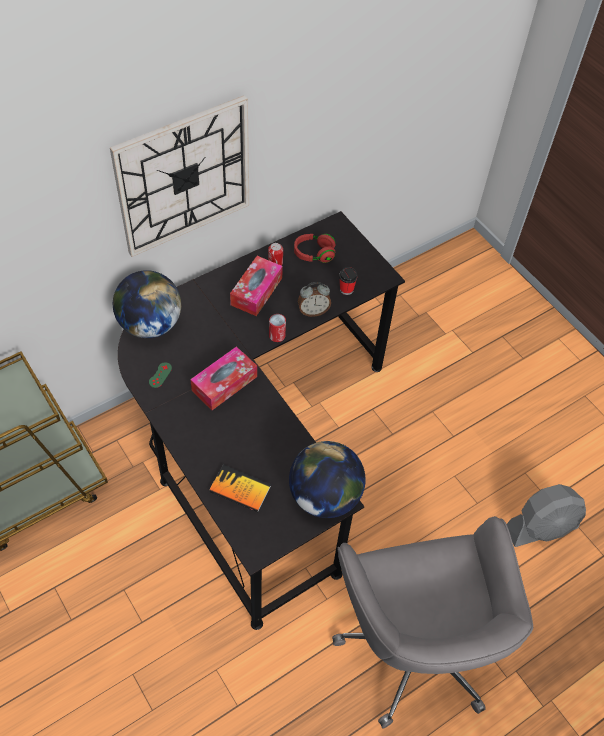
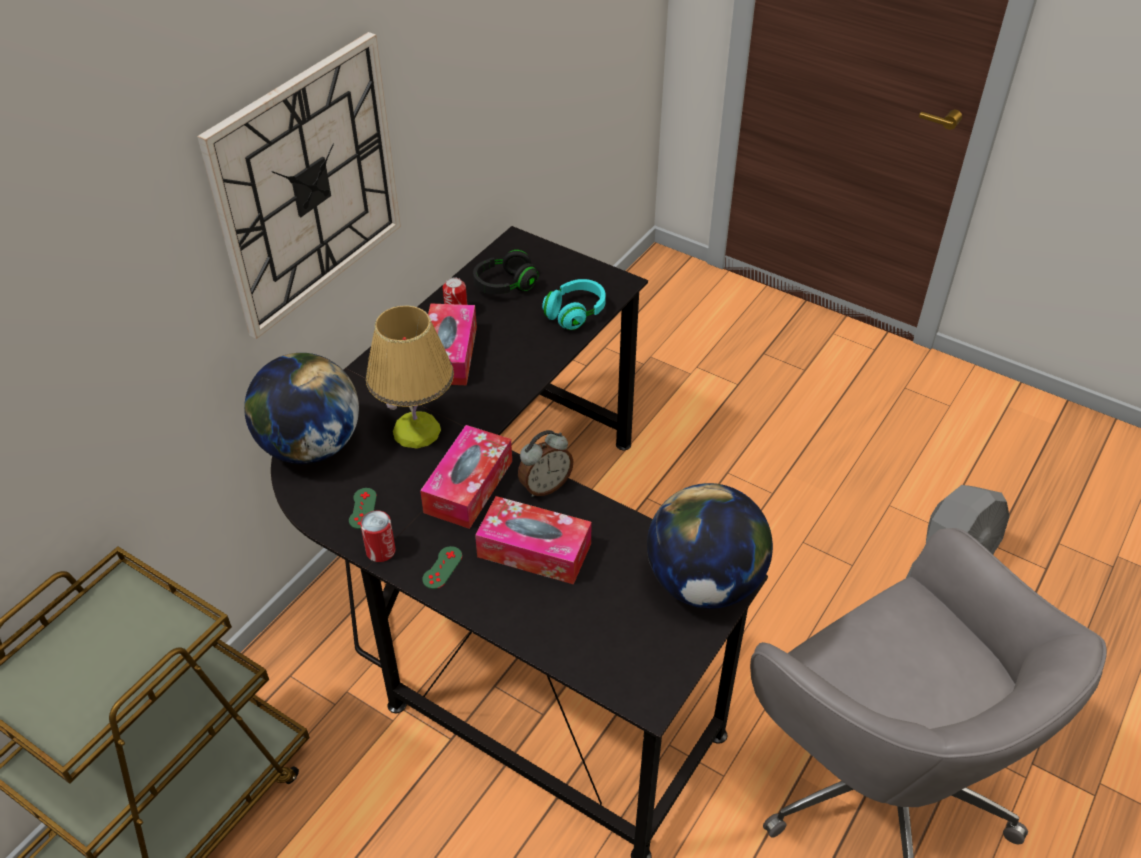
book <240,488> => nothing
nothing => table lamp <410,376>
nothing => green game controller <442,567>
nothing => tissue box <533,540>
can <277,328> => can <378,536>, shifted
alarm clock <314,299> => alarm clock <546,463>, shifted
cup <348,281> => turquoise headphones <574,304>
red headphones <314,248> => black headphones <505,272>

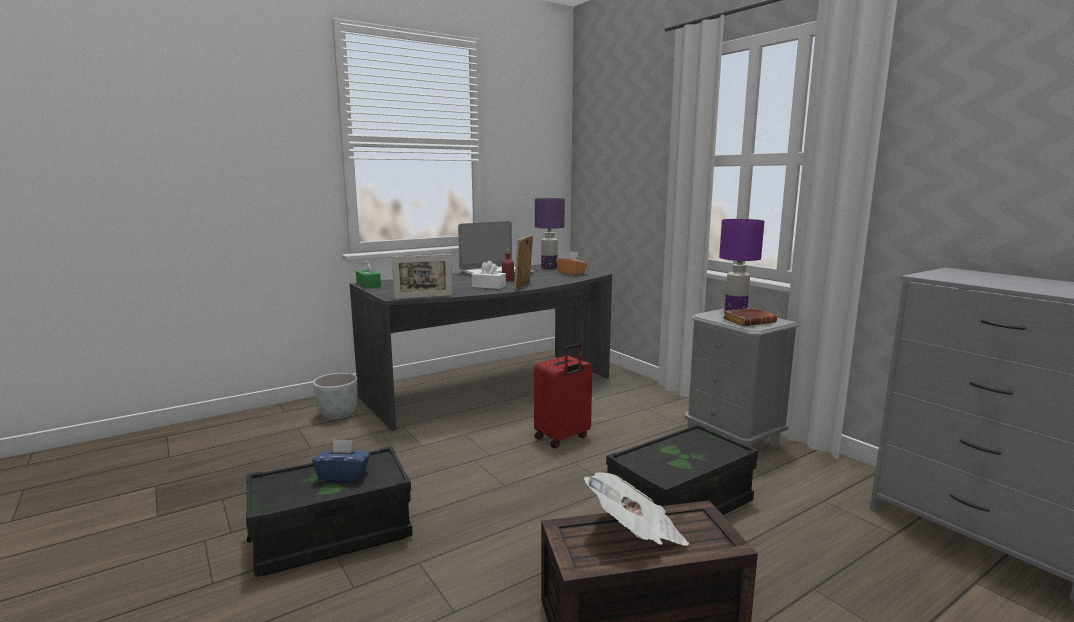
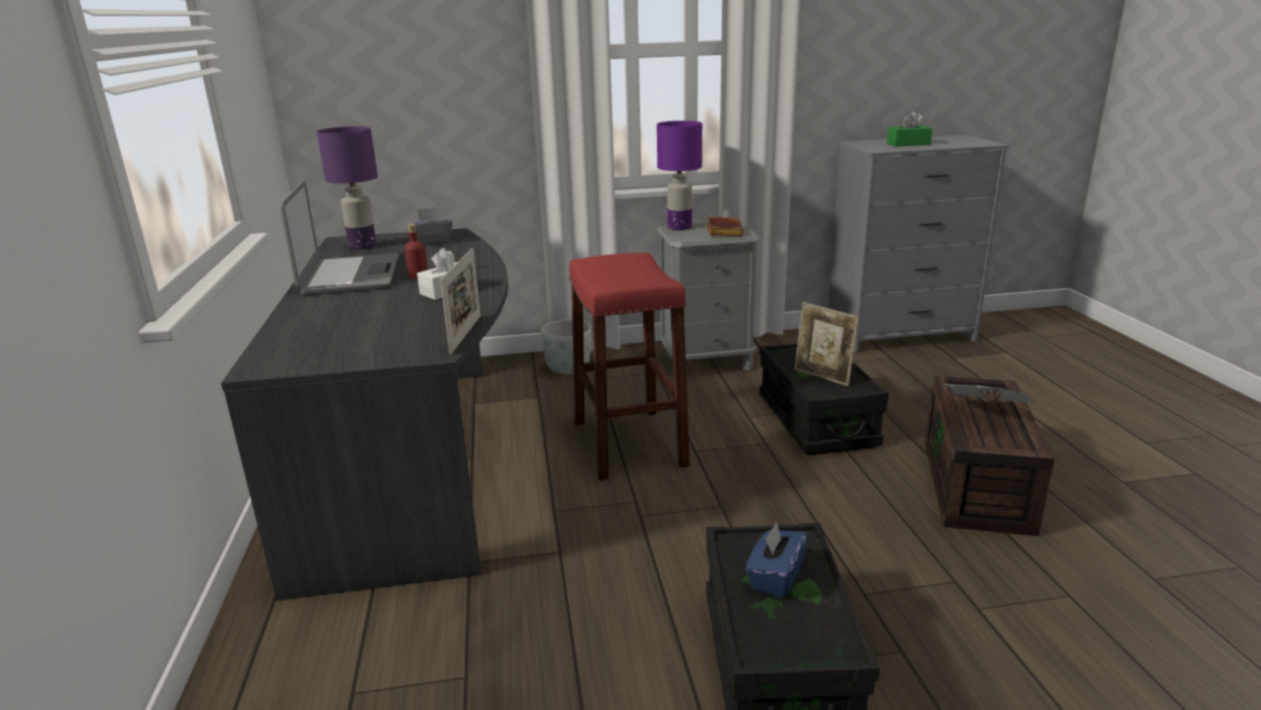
grey planter <335,396> => grey planter <566,346>, shifted
green tissue box <368,274> => green tissue box <910,129>, shifted
picture frame <523,262> => picture frame <826,344>, shifted
red suitcase <563,396> => red stool <629,366>
orange tissue box <571,263> => grey tissue box <429,226>

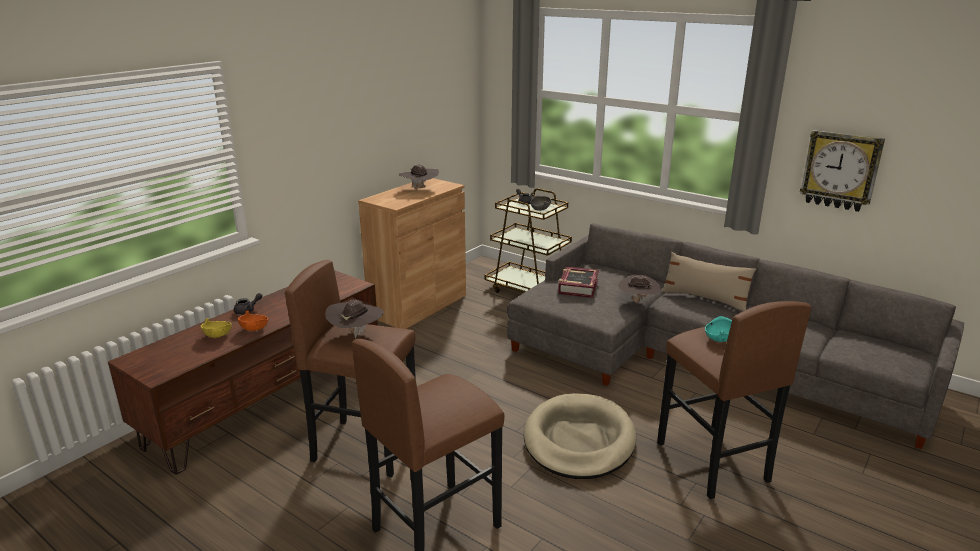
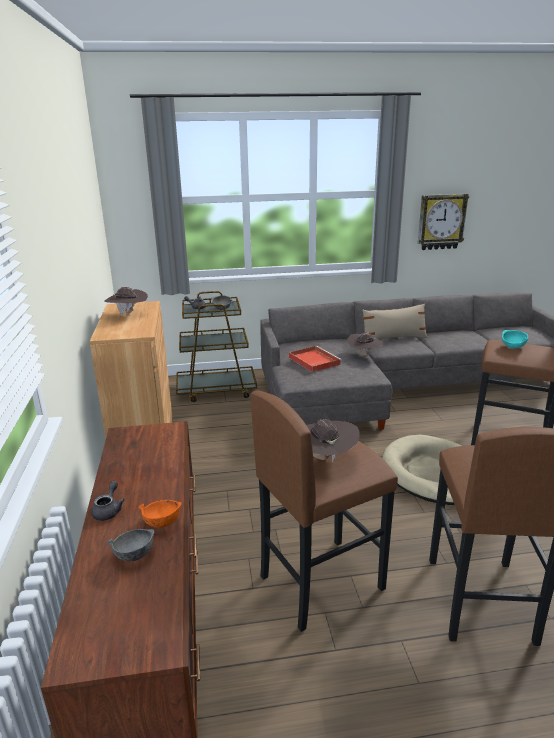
book <578,282> => red tray <315,359>
yellow bowl <216,328> => grey bowl <130,545>

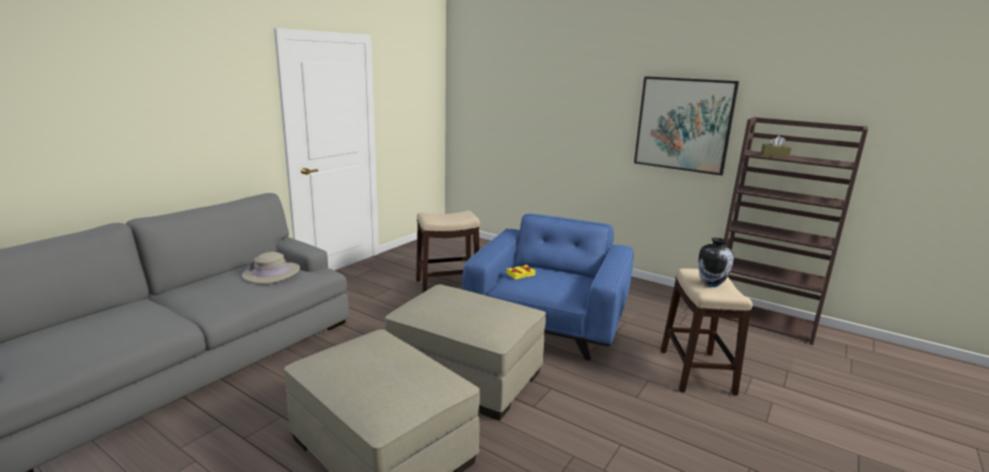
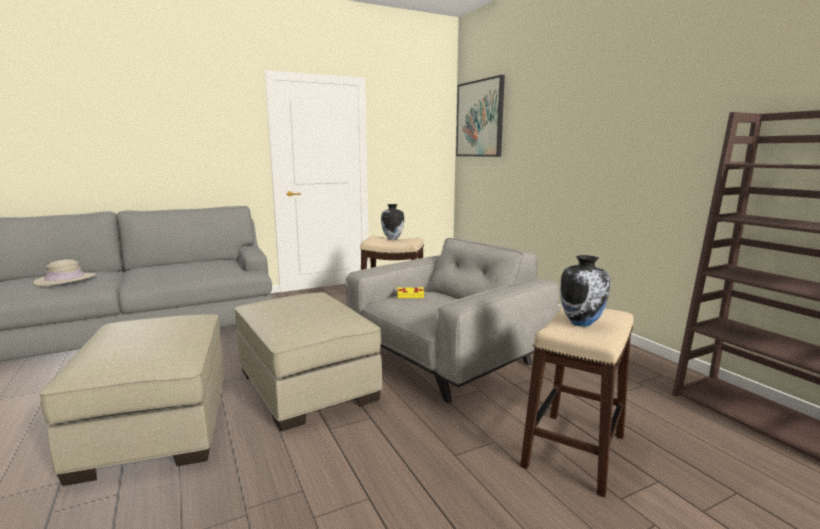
brown tissue box <776,147> => nothing
nothing => vase <392,222>
beige hat <271,268> => beige hat <64,273>, shifted
picture <686,126> => picture <480,116>, shifted
blue armchair <548,287> => grey armchair <452,320>

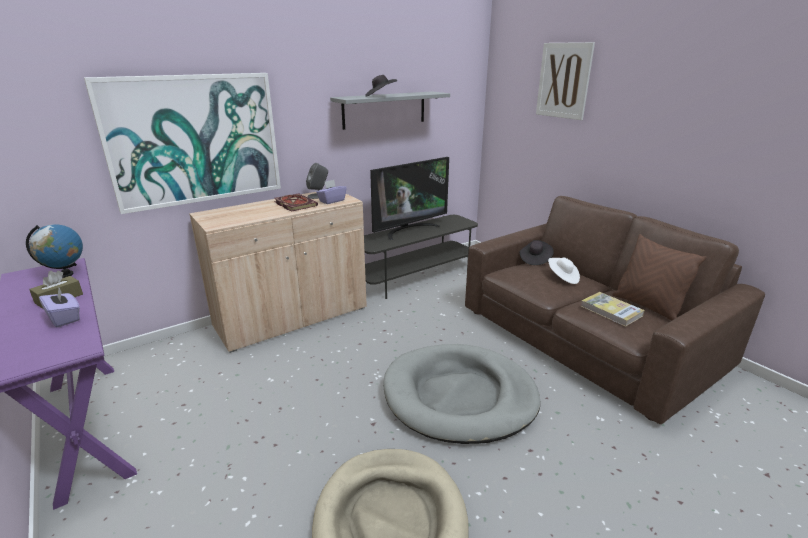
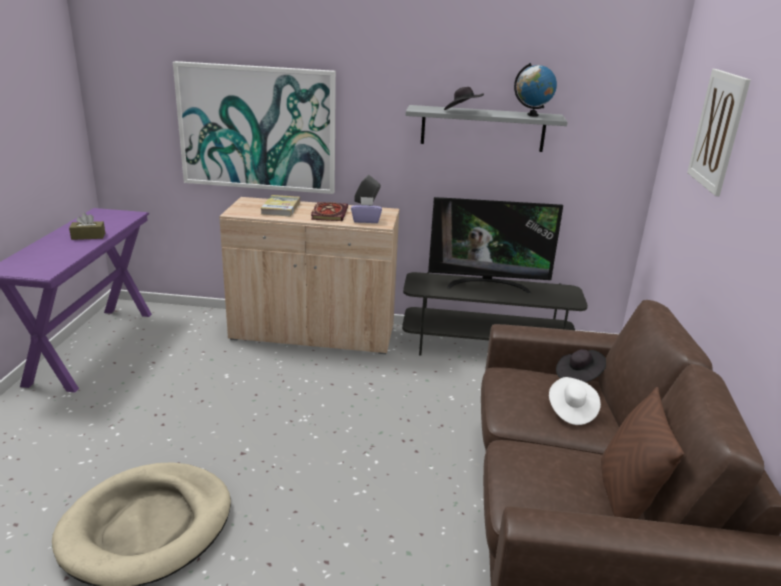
purple tissue box <59,307> => nothing
grey dog bed <461,394> => nothing
globe <54,251> => globe <535,90>, shifted
book <612,309> => book <280,205>, shifted

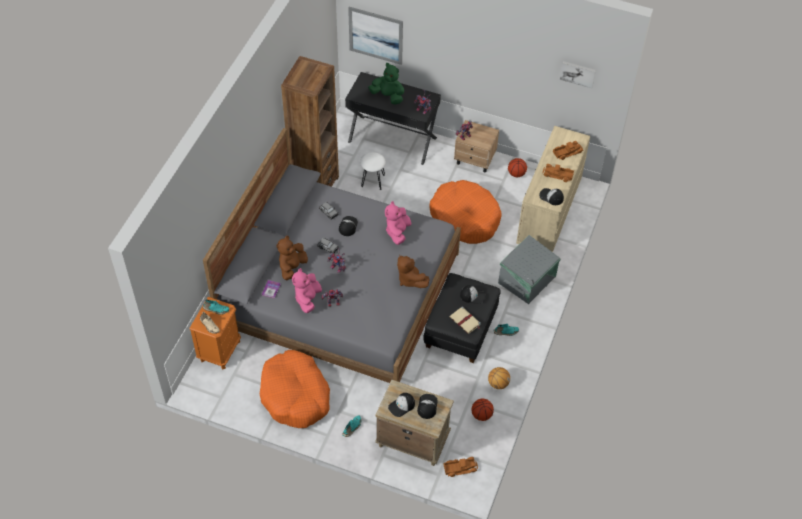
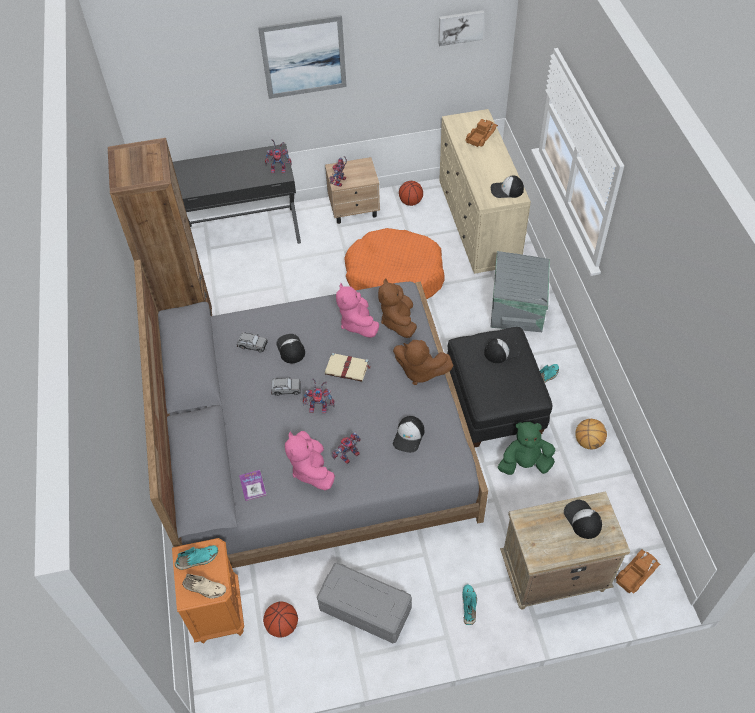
white stool <373,171> => nothing
toy truck <558,173> => nothing
brown plush toy <292,257> => brown plush toy <397,308>, shifted
picture <375,36> => picture <302,57>, shifted
green plush toy <386,83> => green plush toy <526,448>, shifted
cap <401,405> => cap <408,434>, shifted
beige book <465,320> => beige book <347,367>, shifted
basketball <483,410> => basketball <280,619>, shifted
orange dog bed <295,389> => grey storage box <364,603>

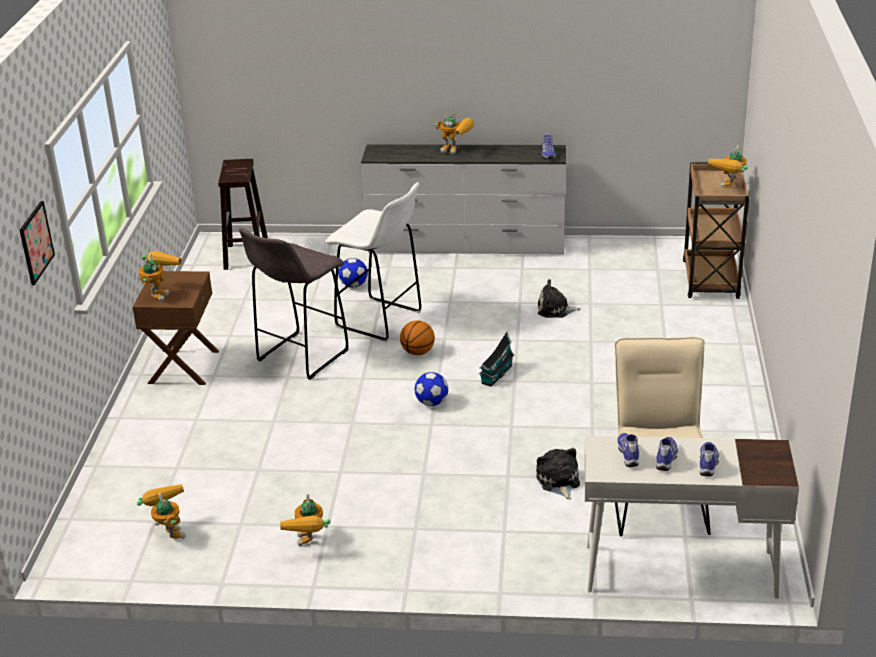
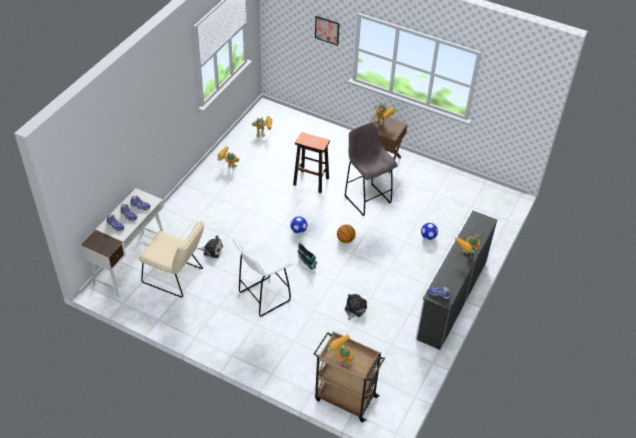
brown stool <243,214> => brown stool <311,162>, shifted
white stool <373,262> => white stool <262,278>, shifted

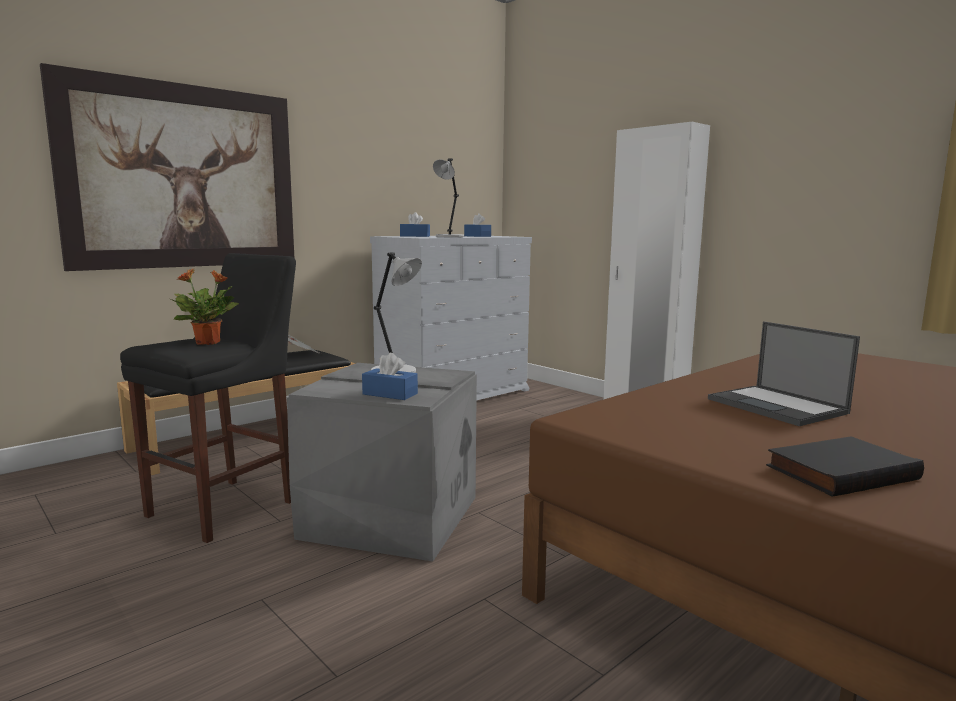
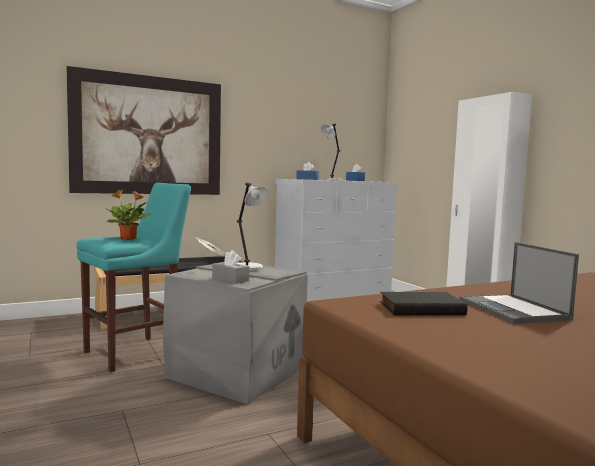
black book <845,466> => black book <424,304>, shifted
black stool <208,398> => turquoise stool <134,277>
blue tissue box <390,376> => grey tissue box <230,267>

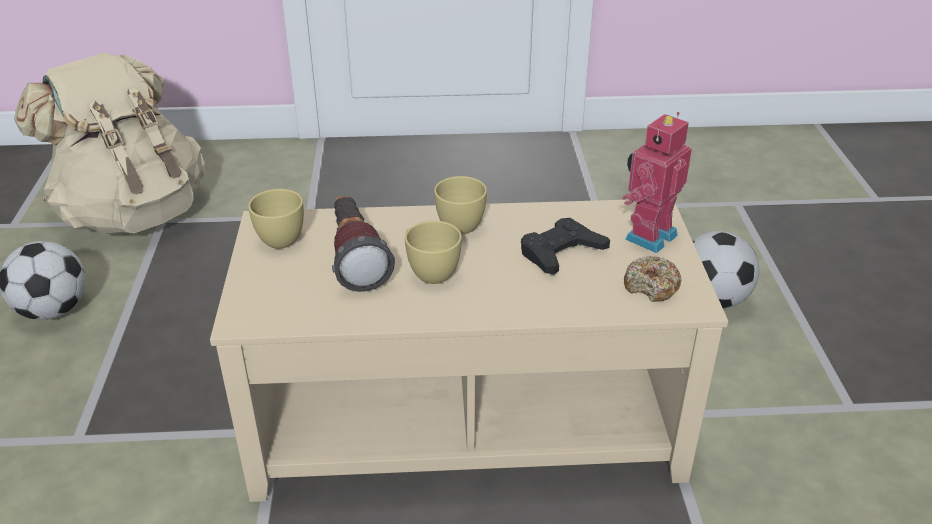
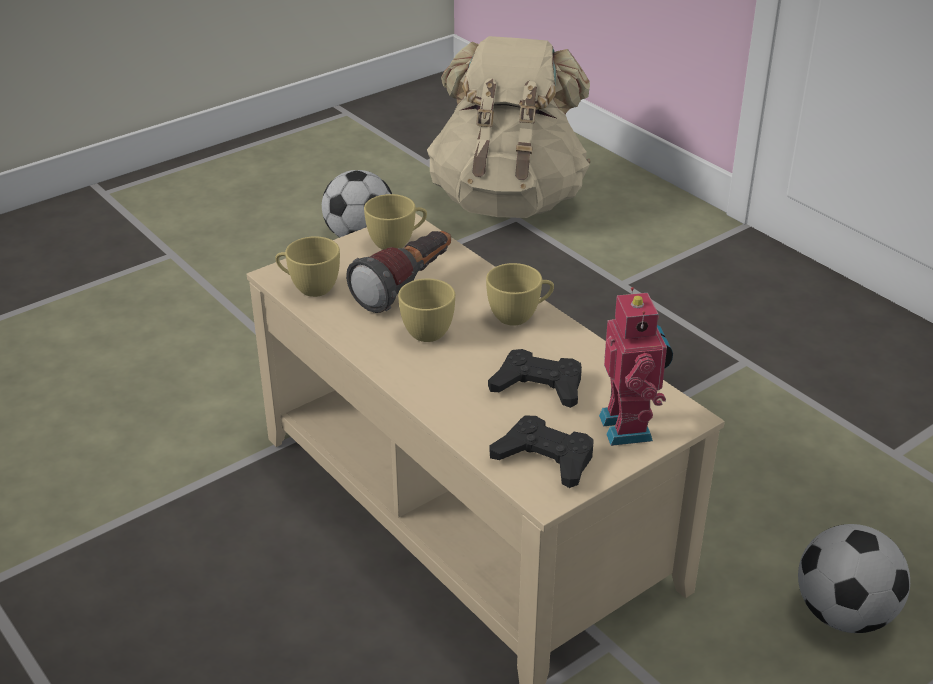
nothing => yellow cup <307,266>
donut <653,279> => black game controller <541,451>
toy robot <657,182> => toy robot <636,366>, 75 degrees clockwise

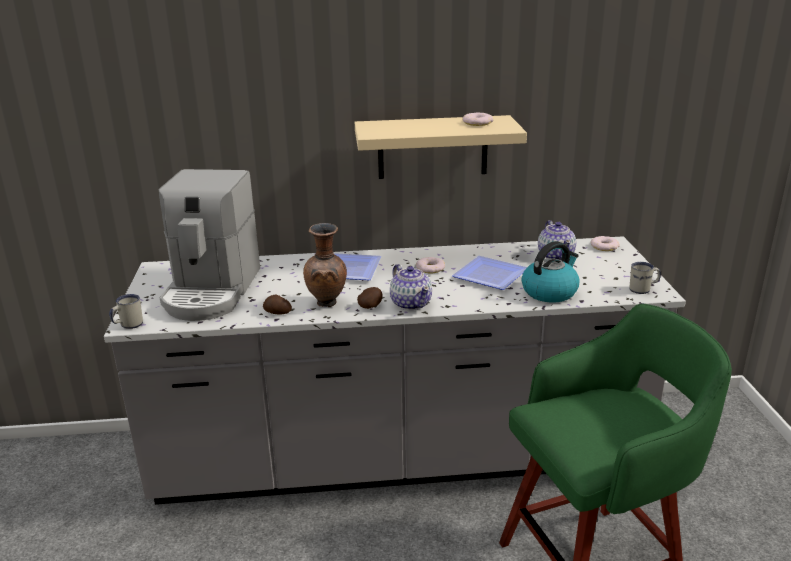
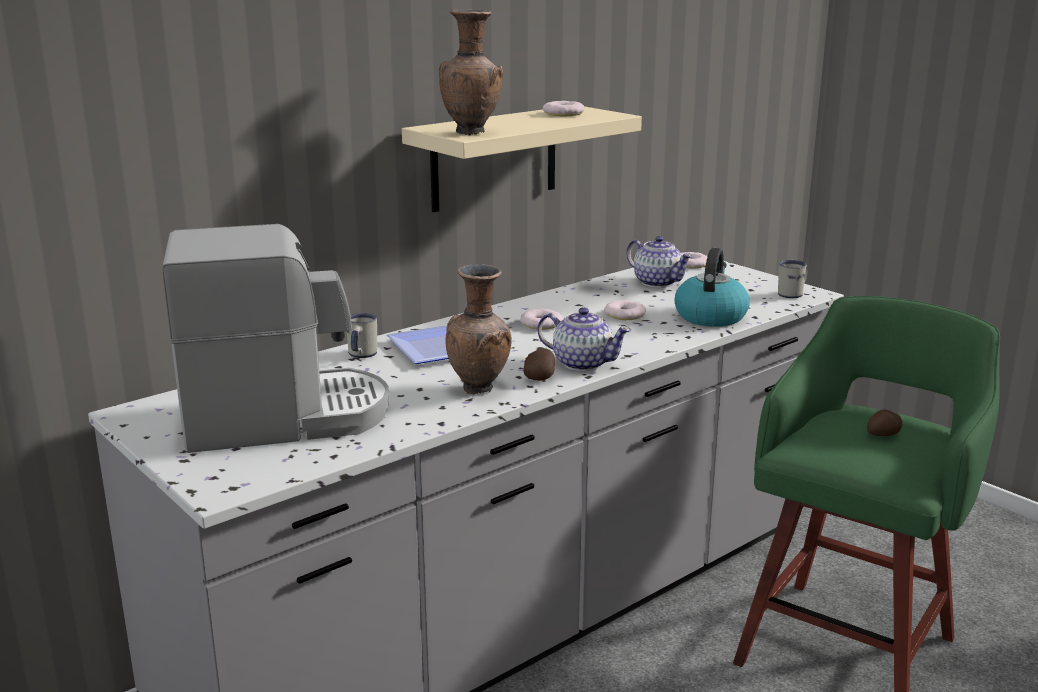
nothing => brown vase <471,72>
white mug <126,311> => white mug <362,335>, shifted
potato <277,305> => potato <884,422>, shifted
plate <489,273> => donut <625,310>
coffee machine <209,245> => coffee machine <275,338>, 75 degrees counterclockwise

